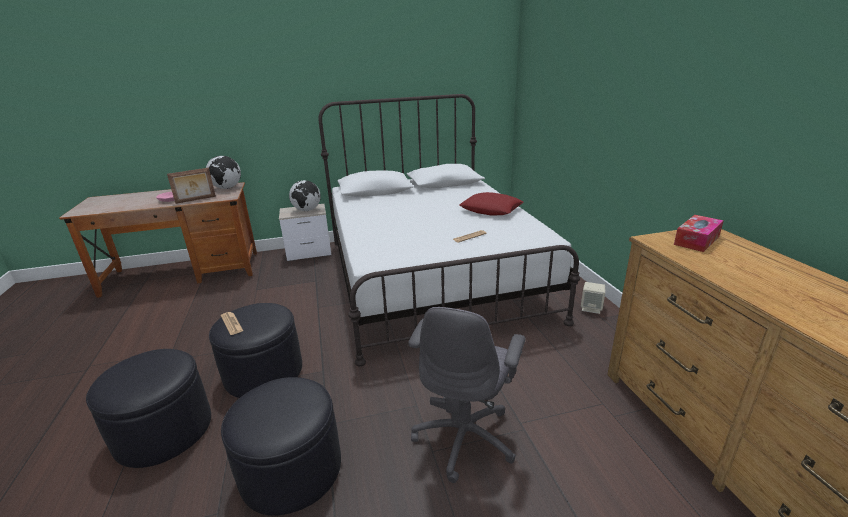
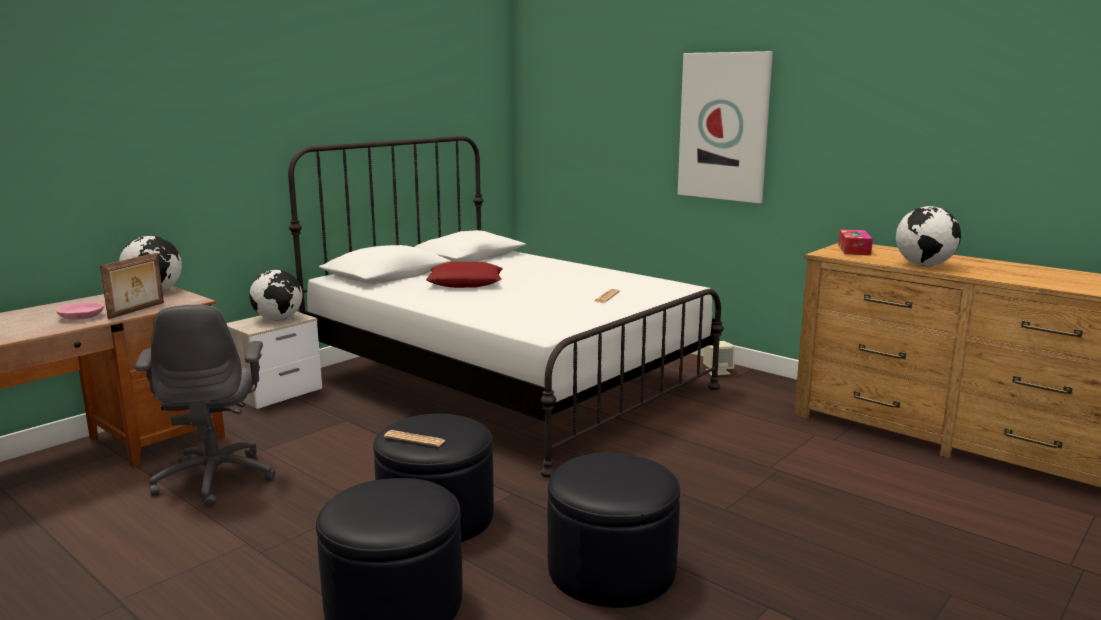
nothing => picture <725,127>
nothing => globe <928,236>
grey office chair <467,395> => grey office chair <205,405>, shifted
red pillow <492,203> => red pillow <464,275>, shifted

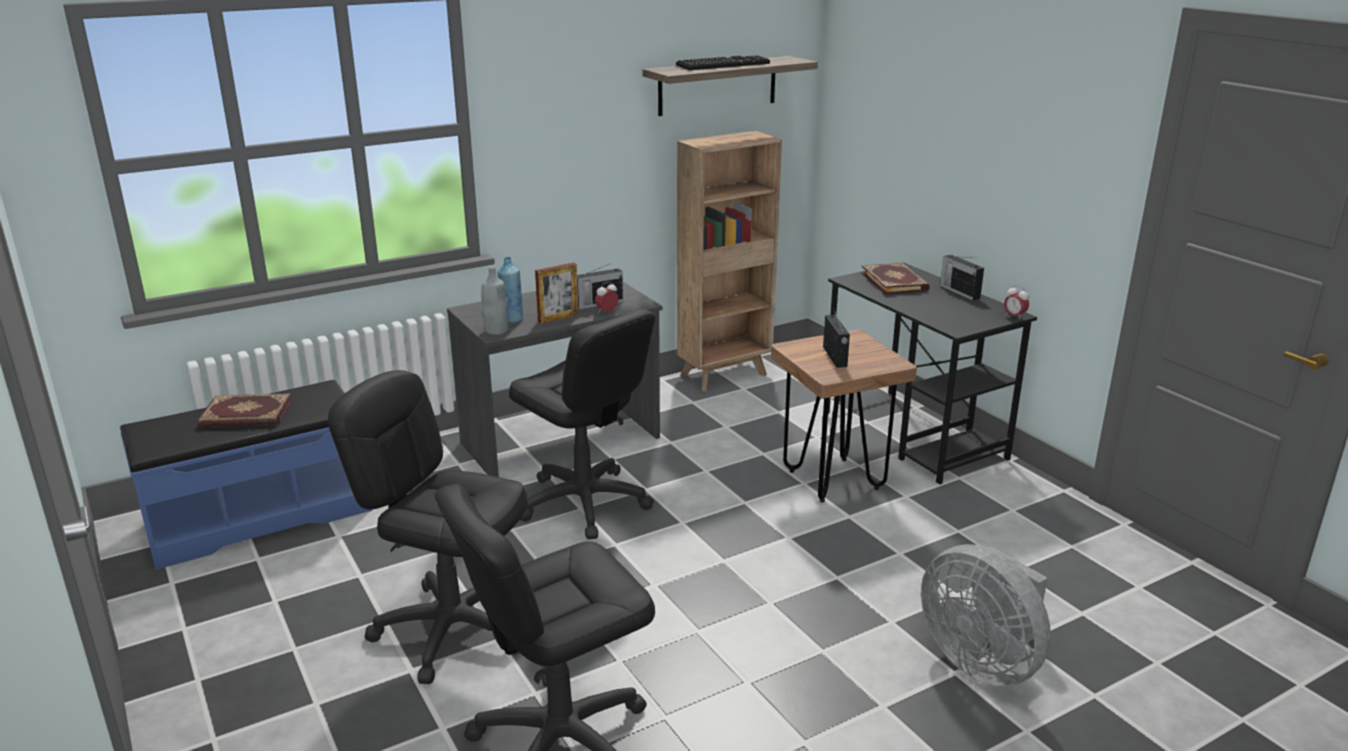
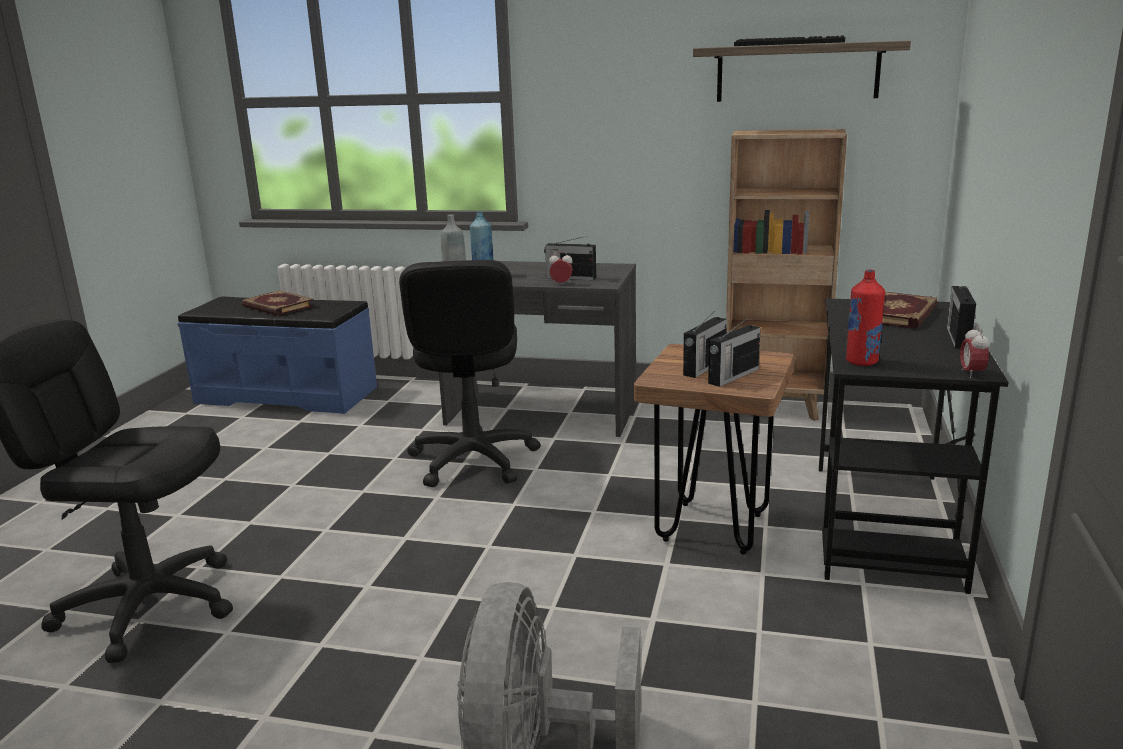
black office chair <428,527> => nothing
picture frame <557,293> => nothing
nothing => radio <734,351>
nothing => red bottle <865,318>

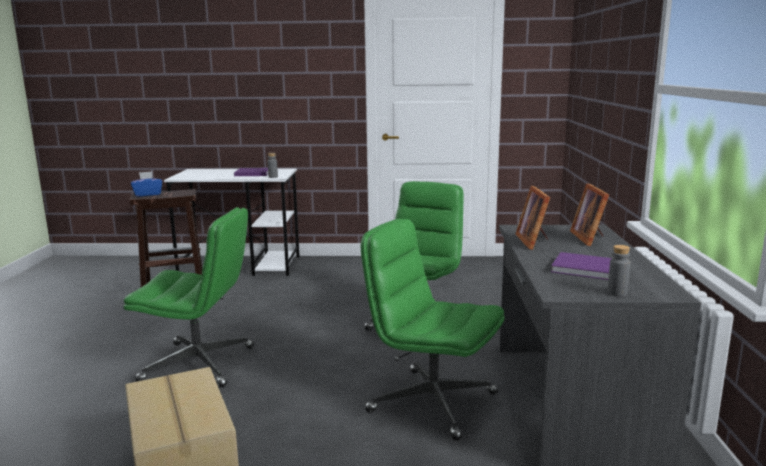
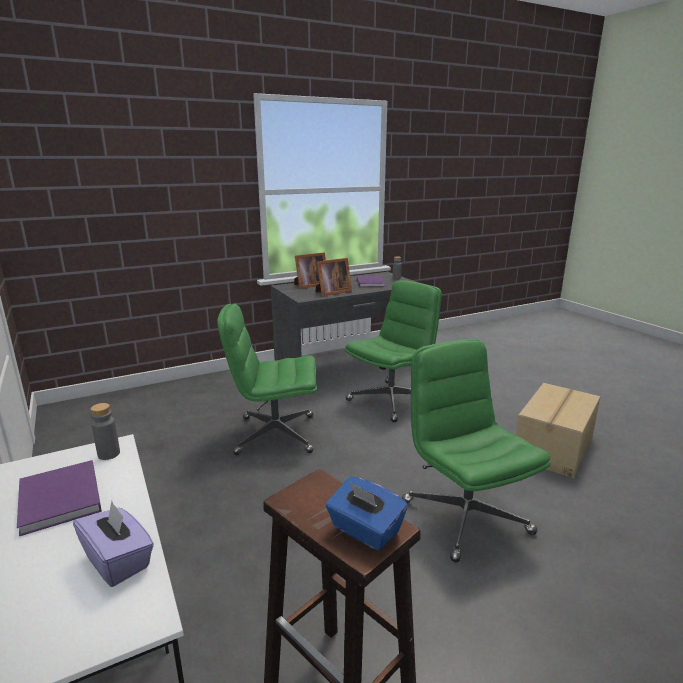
nothing => purple tissue box <113,544>
green office chair <433,330> => green office chair <393,351>, 135 degrees counterclockwise

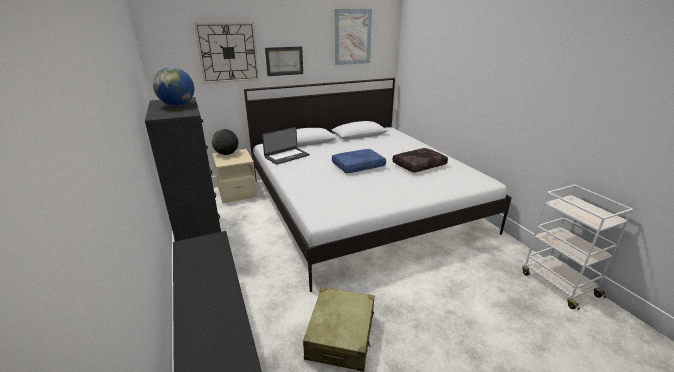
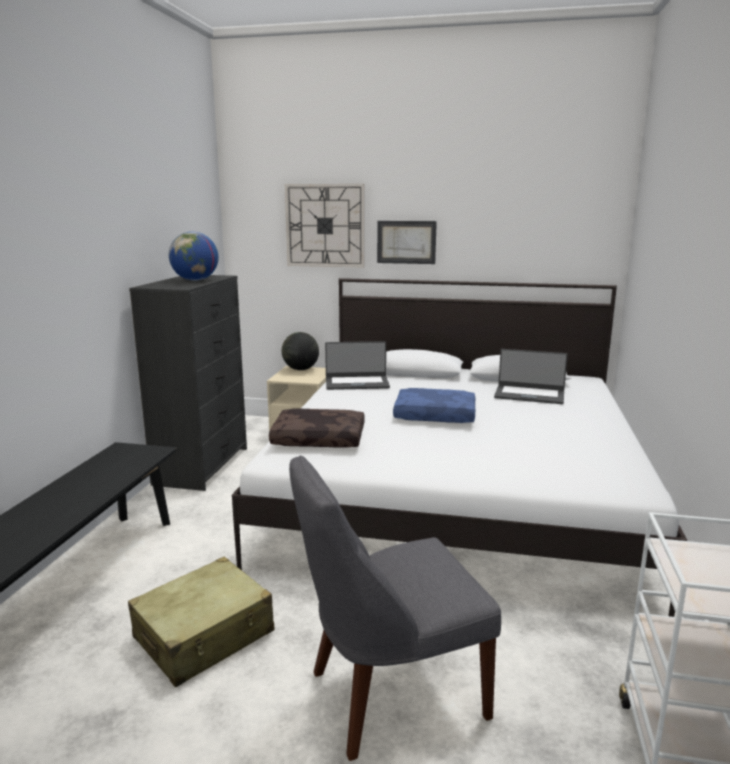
picture <353,37> => nothing
nothing => grey chair <395,608>
nothing => laptop <531,376>
brown pillow <420,160> => brown pillow <317,428>, shifted

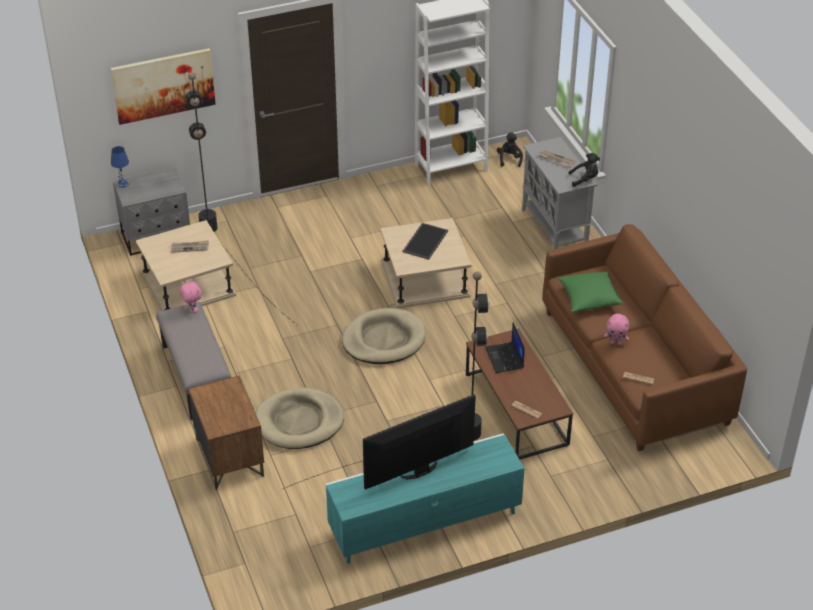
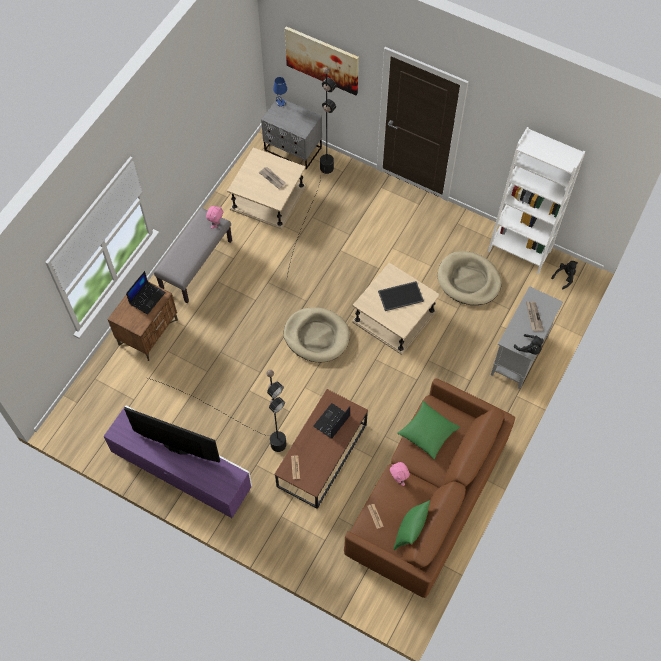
nothing => laptop <146,293>
nothing => green pillow <412,525>
beige dog bed <299,418> => beige dog bed <470,278>, shifted
turquoise tv stand <425,499> => purple tv stand <178,462>

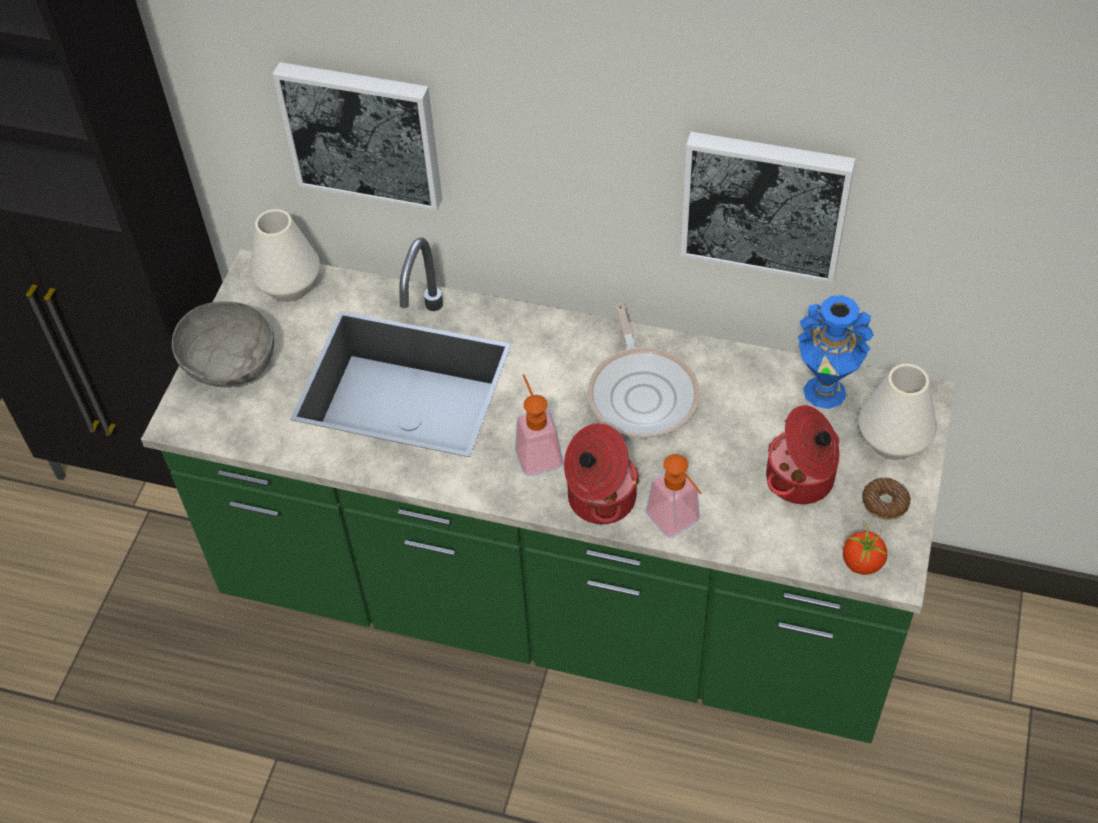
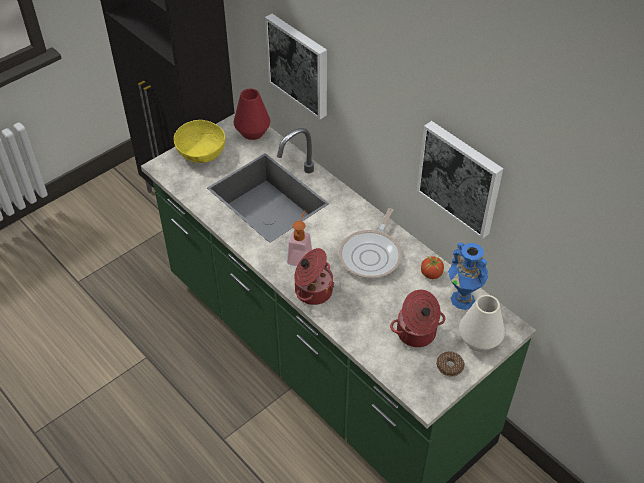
soap dispenser <674,496> => nothing
tomato <865,548> => tomato <433,265>, shifted
grey bowl <223,344> => yellow bowl <199,141>
white vase <285,255> => red vase <252,114>

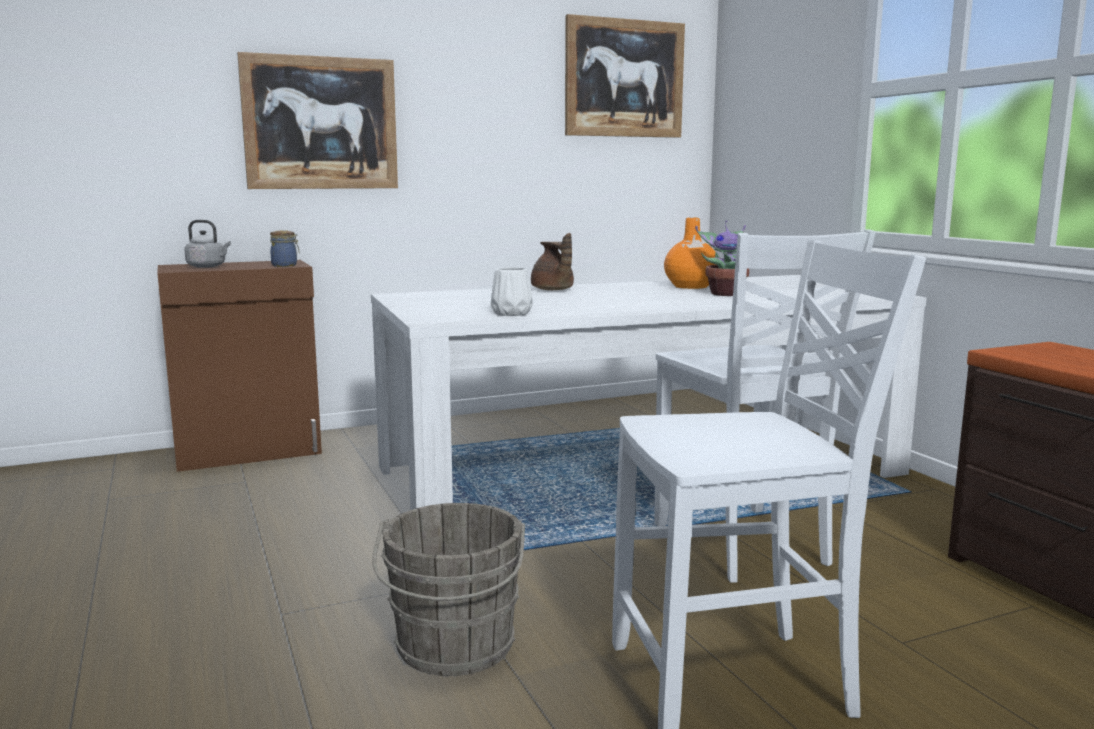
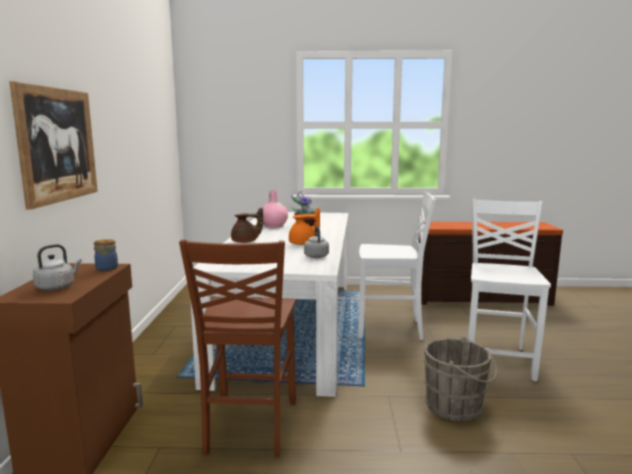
picture <625,76> => nothing
nothing => brown chair <237,348>
nothing => orange teapot <304,226>
white vase <512,291> => grey kettle <316,242>
orange vase <690,253> => pink vase <275,209>

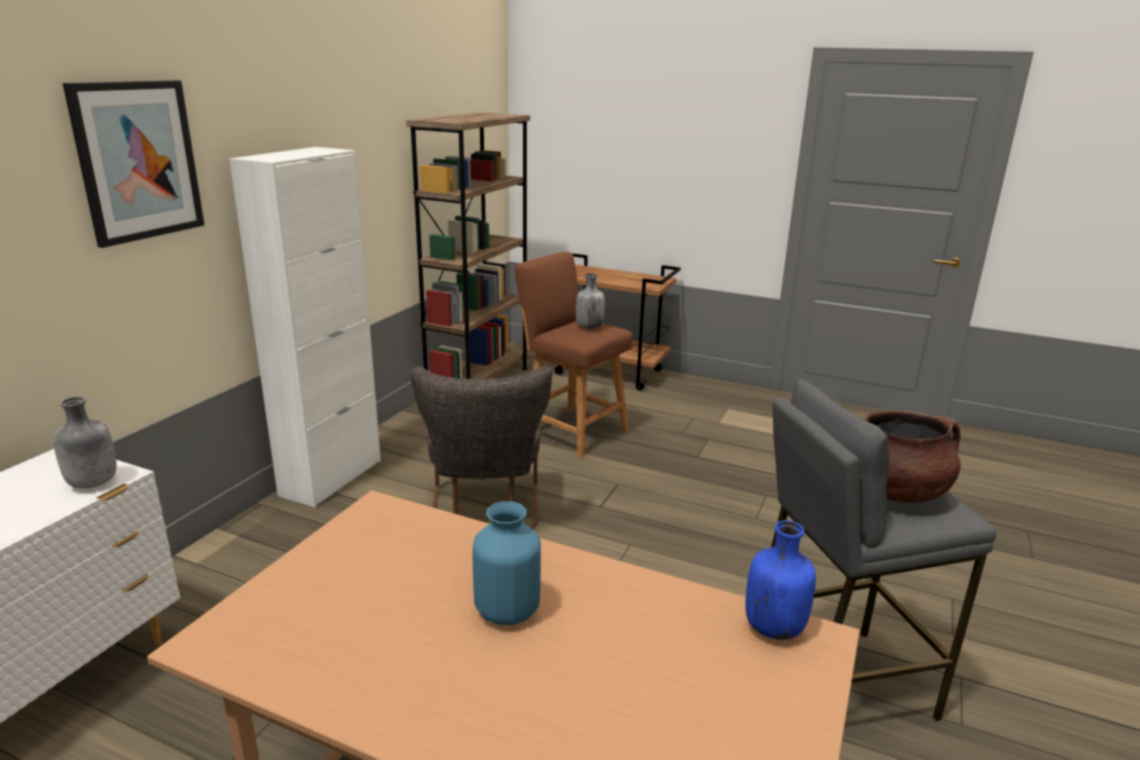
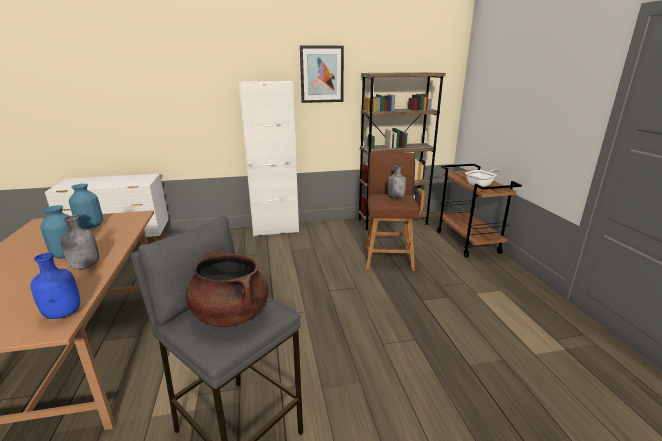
grey chair <481,447> => nothing
nothing => blue vase <86,206>
nothing => frying pan <482,178>
grey bottle <85,442> => grey bottle <79,242>, shifted
picture <133,164> => picture <322,74>, shifted

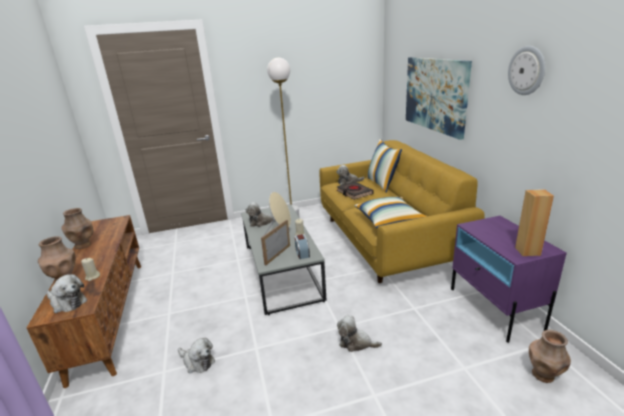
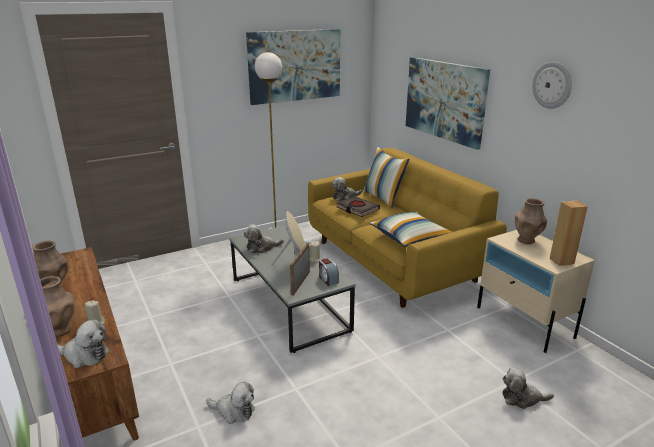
nothing => picture <293,67>
plush toy <359,333> => plush toy <528,388>, shifted
brown vase <550,356> => brown vase <531,221>, shifted
purple nightstand <509,279> => beige nightstand <536,291>

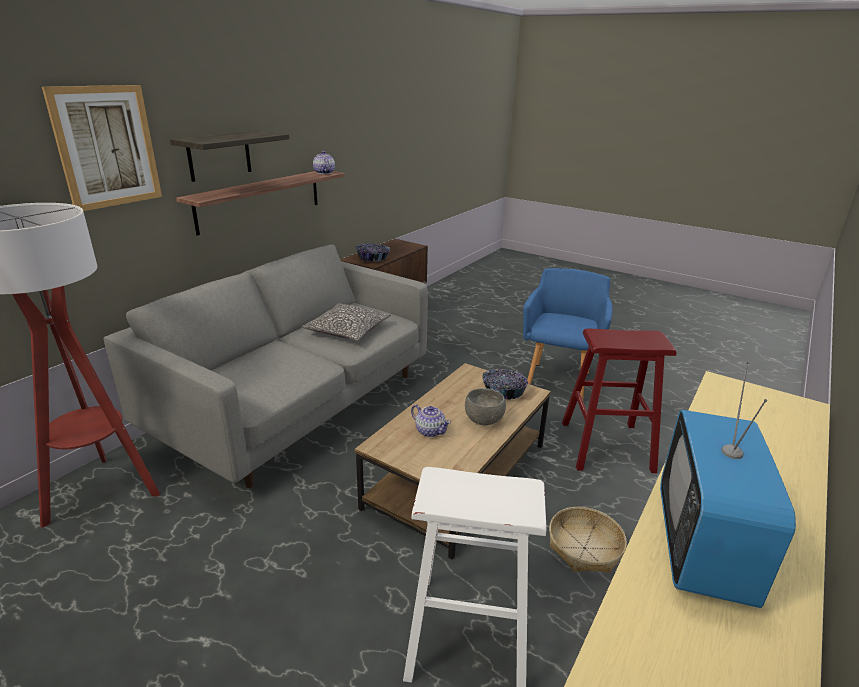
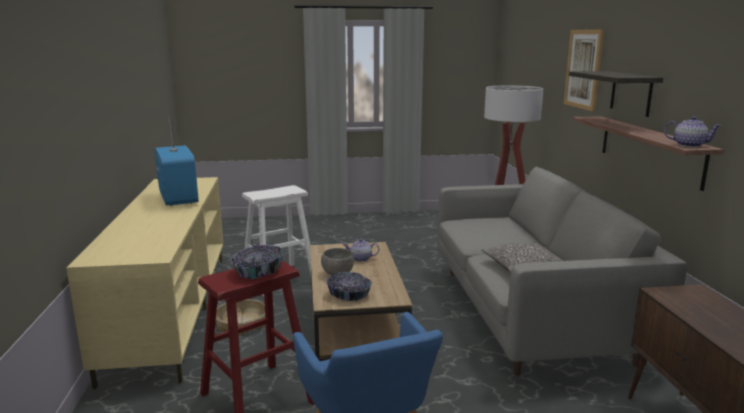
bowl <373,252> => bowl <257,262>, shifted

